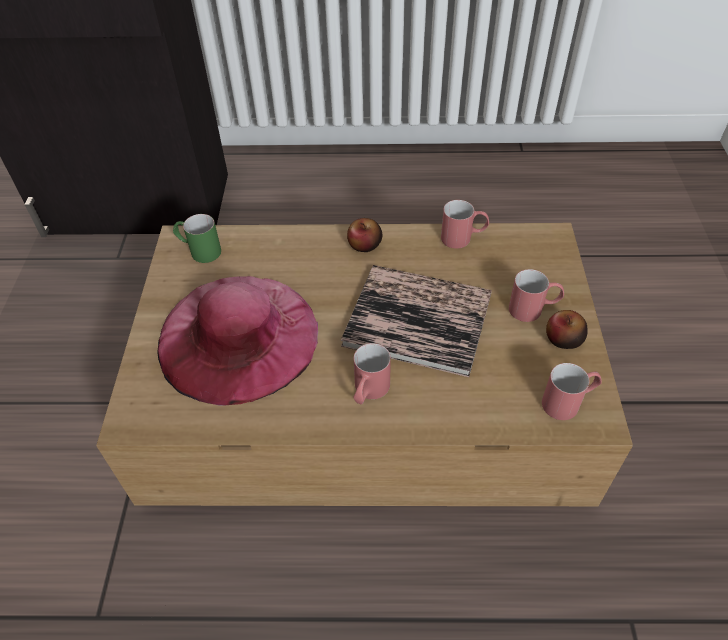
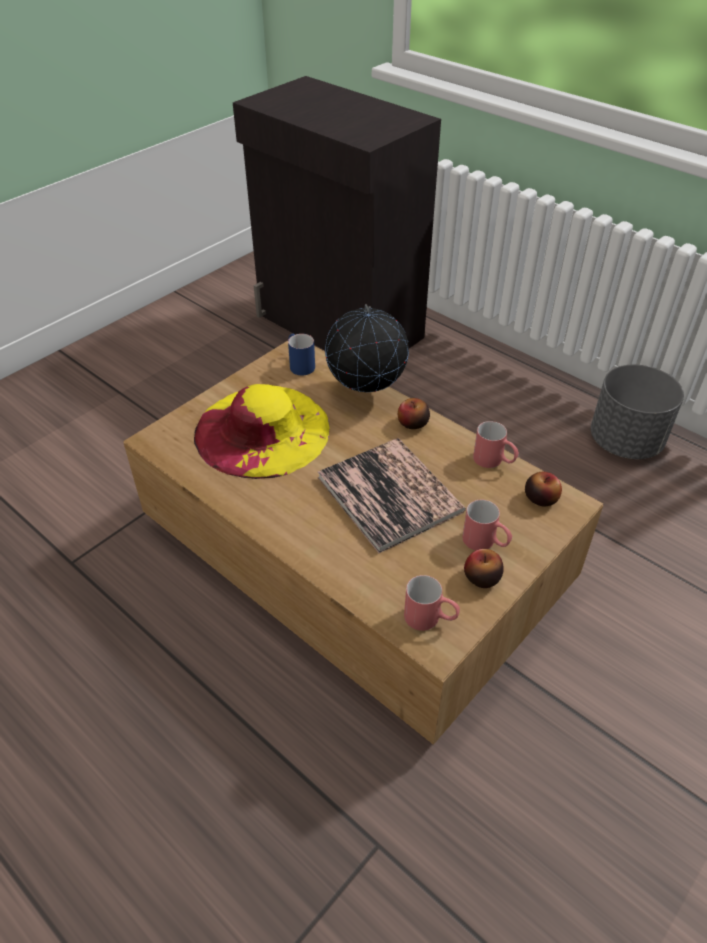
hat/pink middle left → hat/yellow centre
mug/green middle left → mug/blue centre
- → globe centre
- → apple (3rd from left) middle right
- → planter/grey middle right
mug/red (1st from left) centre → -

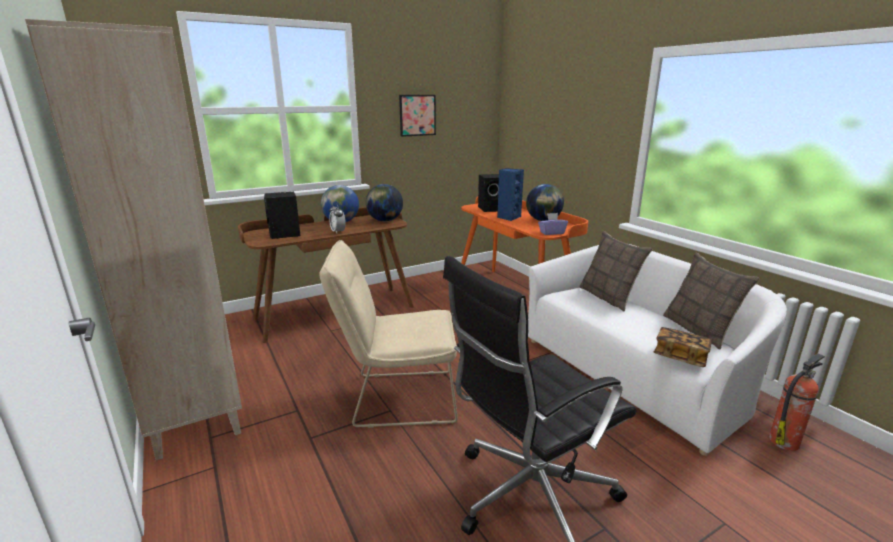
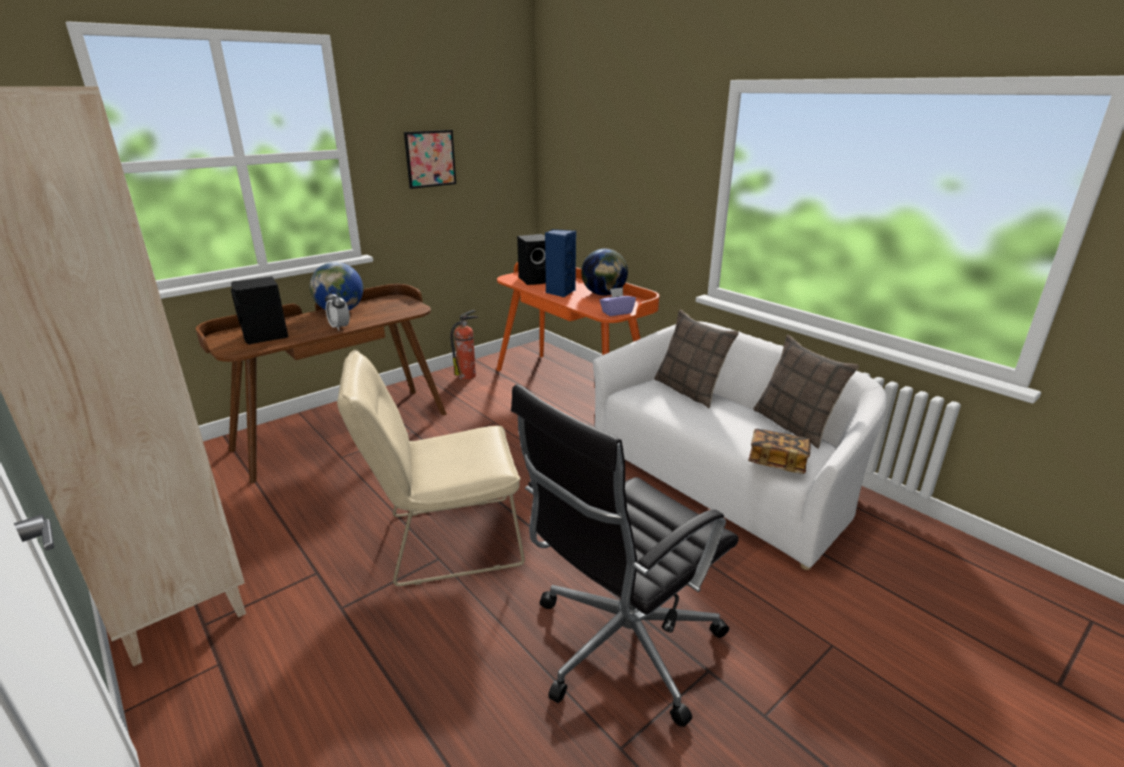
fire extinguisher bottom right → fire extinguisher centre, moved
globe (2nd from left) centre → -

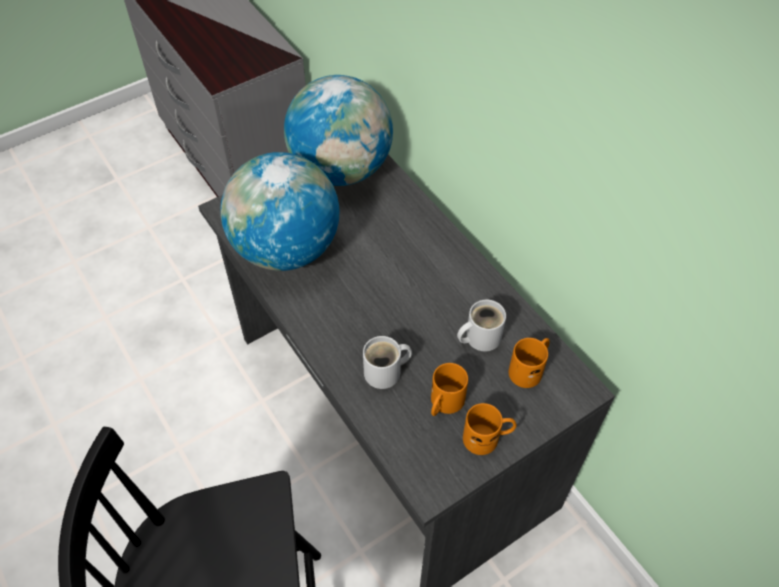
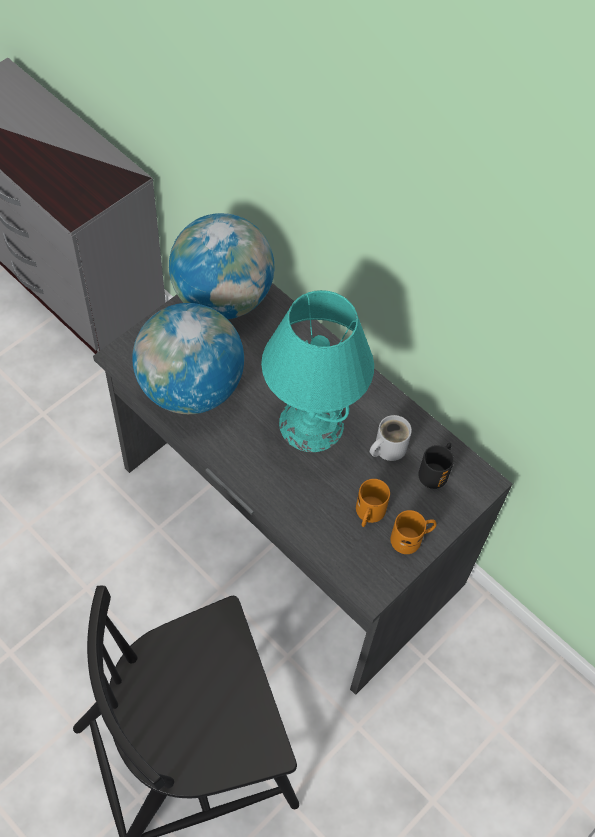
- → table lamp/turquoise centre
mug/orange (3rd from left) middle right → mug/black middle right
mug/white (1st from left) centre → -

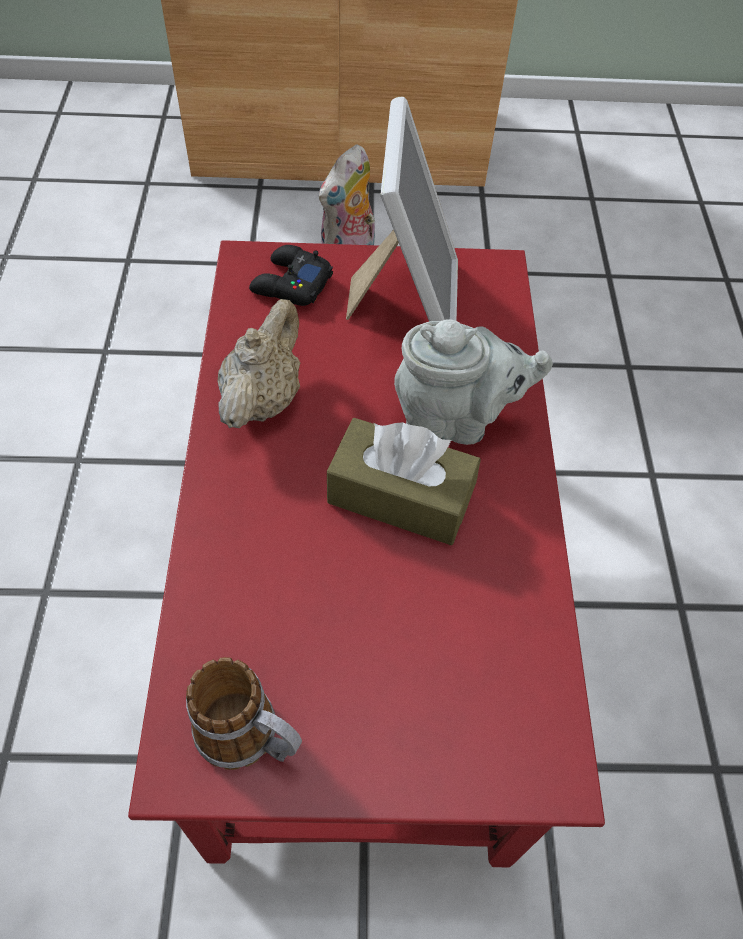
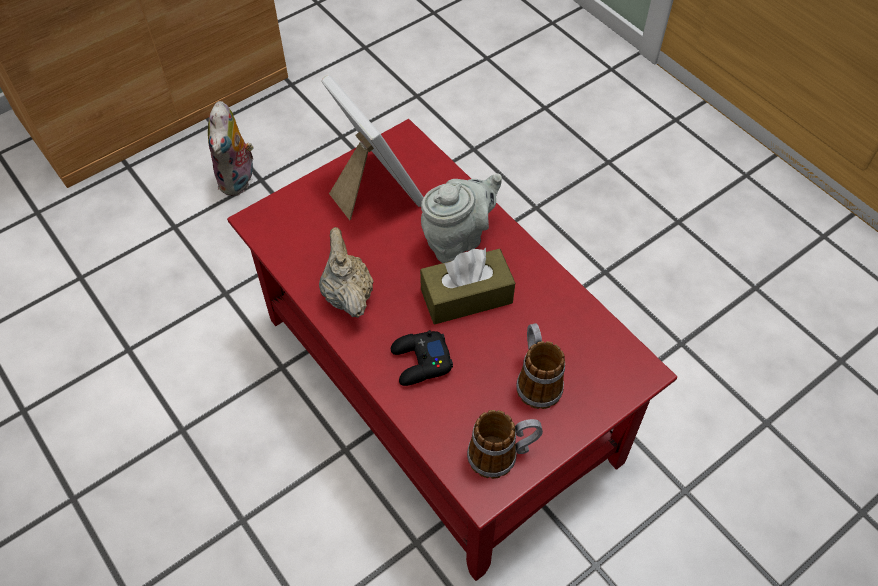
game controller/black top centre → game controller/black centre, moved
- → mug (2nd from left) centre

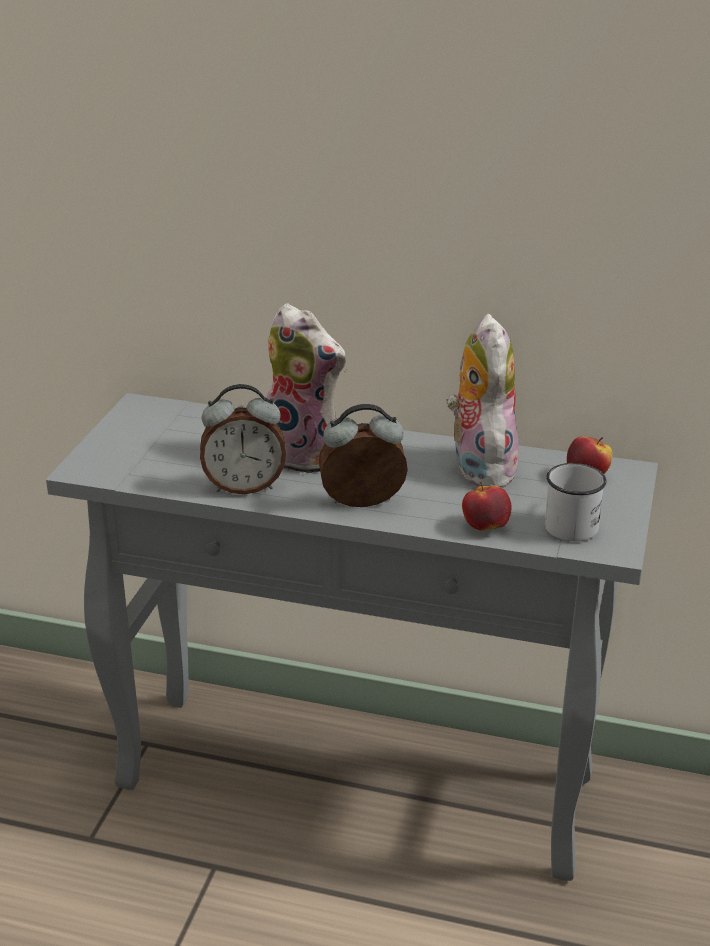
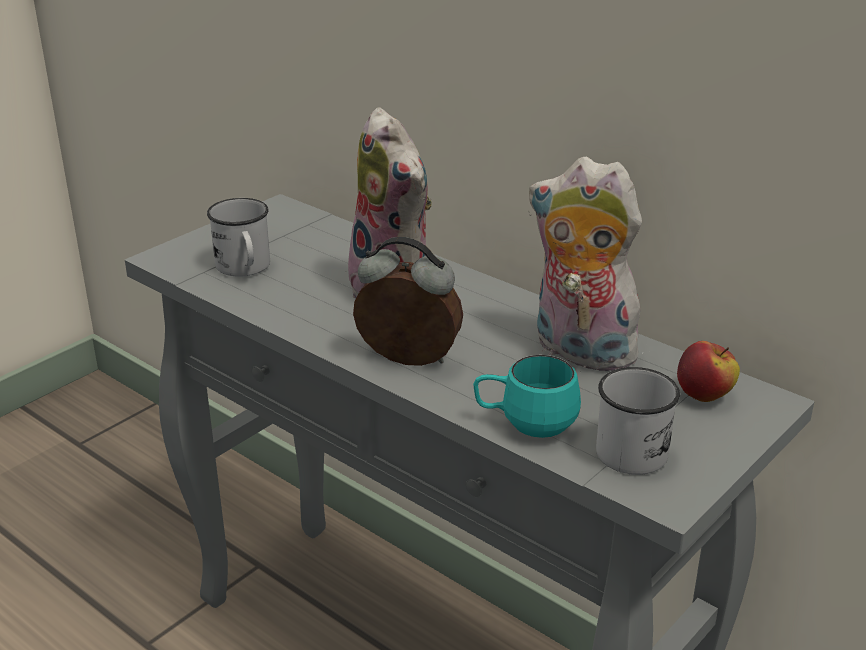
- → mug/white (1st from left) middle left
apple (1st from left) middle right → mug/turquoise centre
plush toy (2nd from left) middle right, 75 degrees counterclockwise
alarm clock (1st from left) centre → -

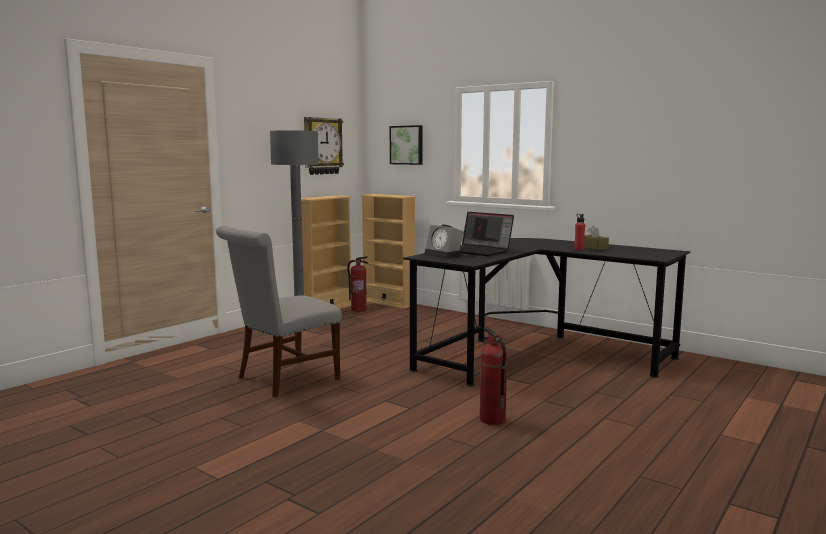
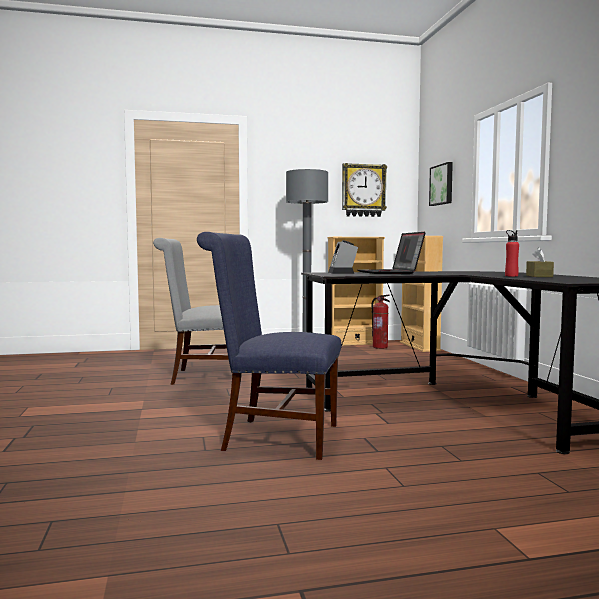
fire extinguisher (2nd from left) bottom centre → chair/blue centre

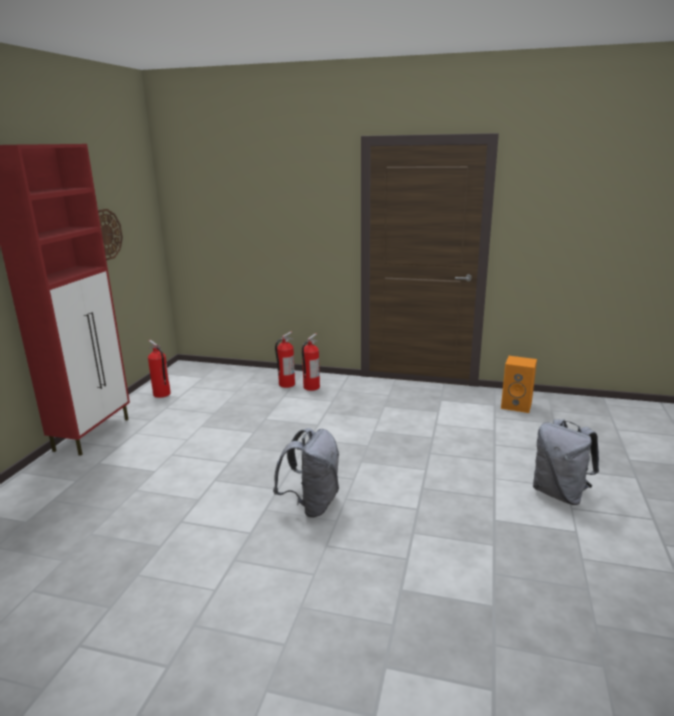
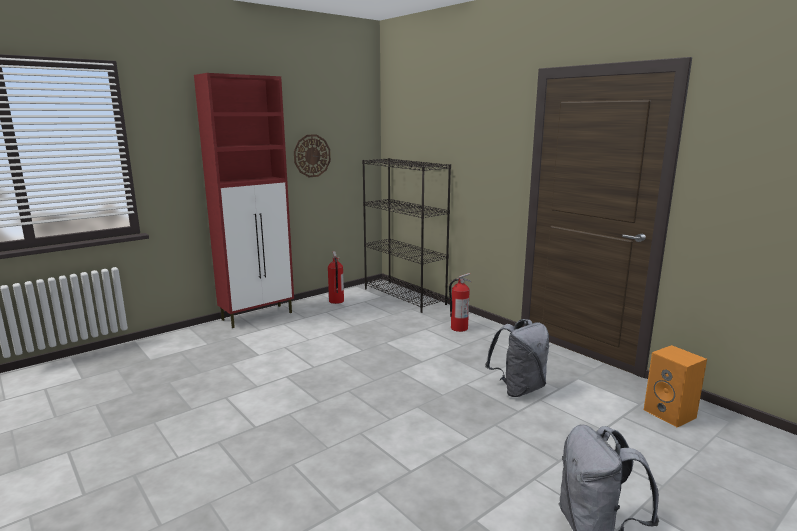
- → bookcase/black centre
backpack/grey (1st from left) centre → backpack/grey (1st from left) bottom centre, moved
fire extinguisher (2nd from left) centre → -

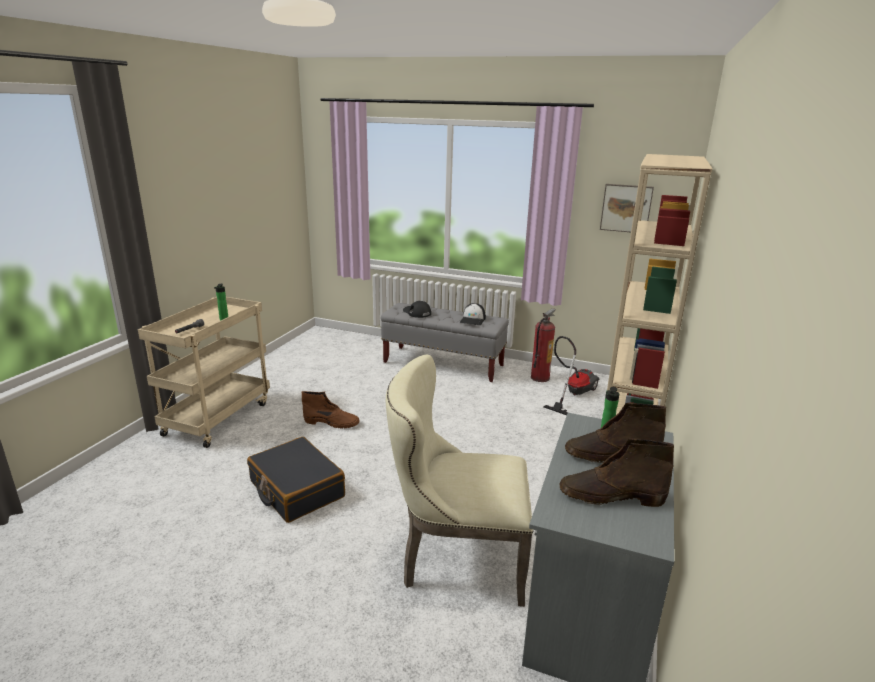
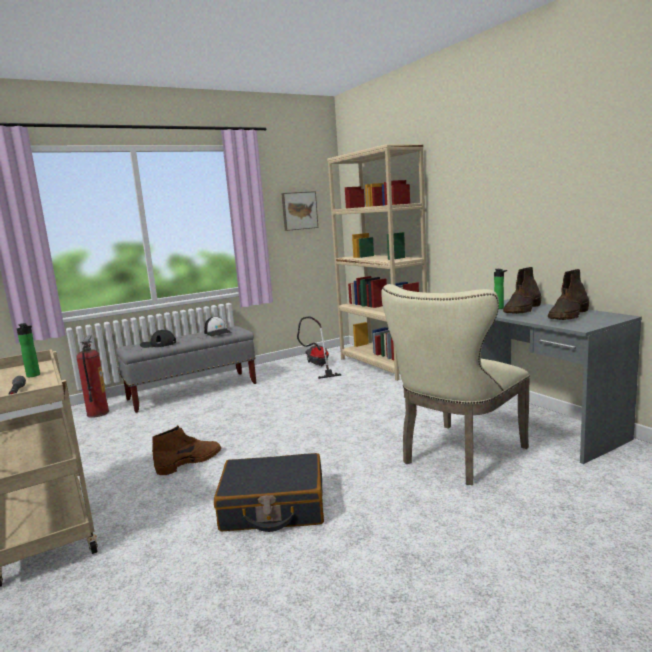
fire extinguisher centre → fire extinguisher middle left, moved

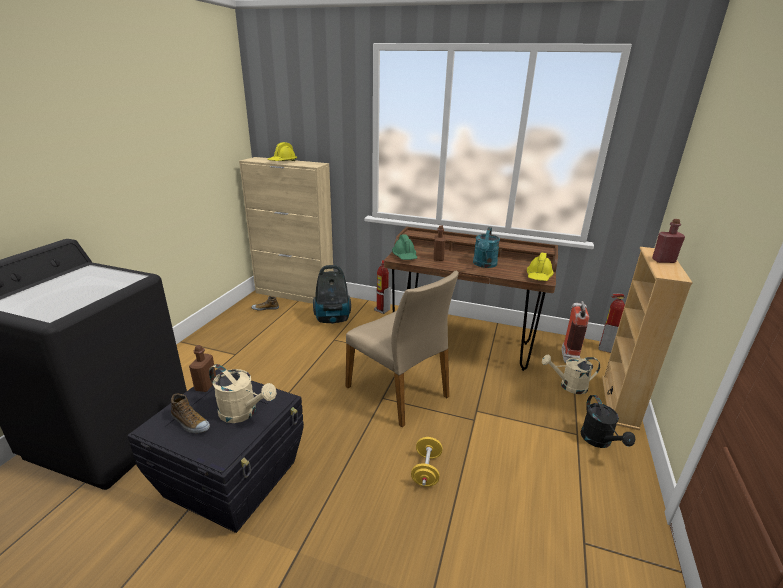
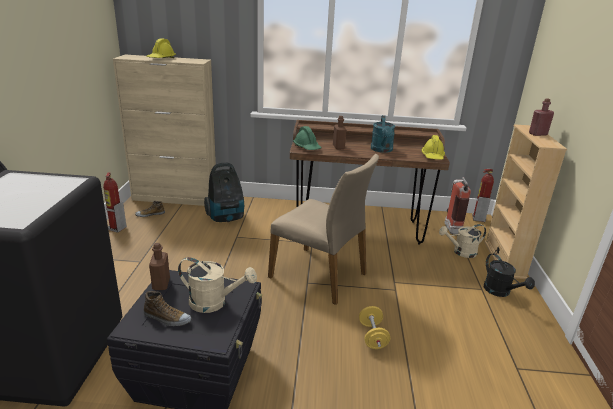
fire extinguisher (1st from left) centre → fire extinguisher (1st from left) middle left, moved

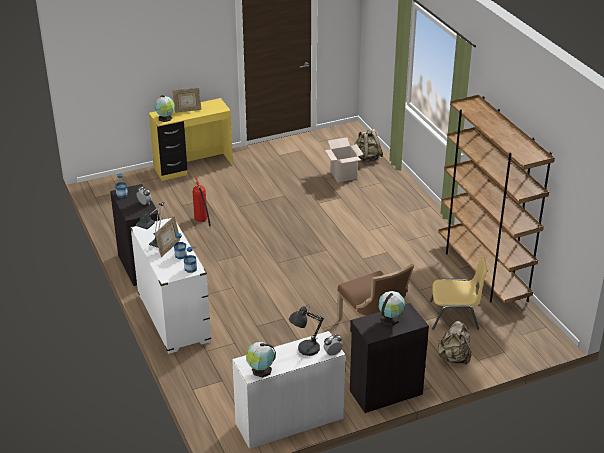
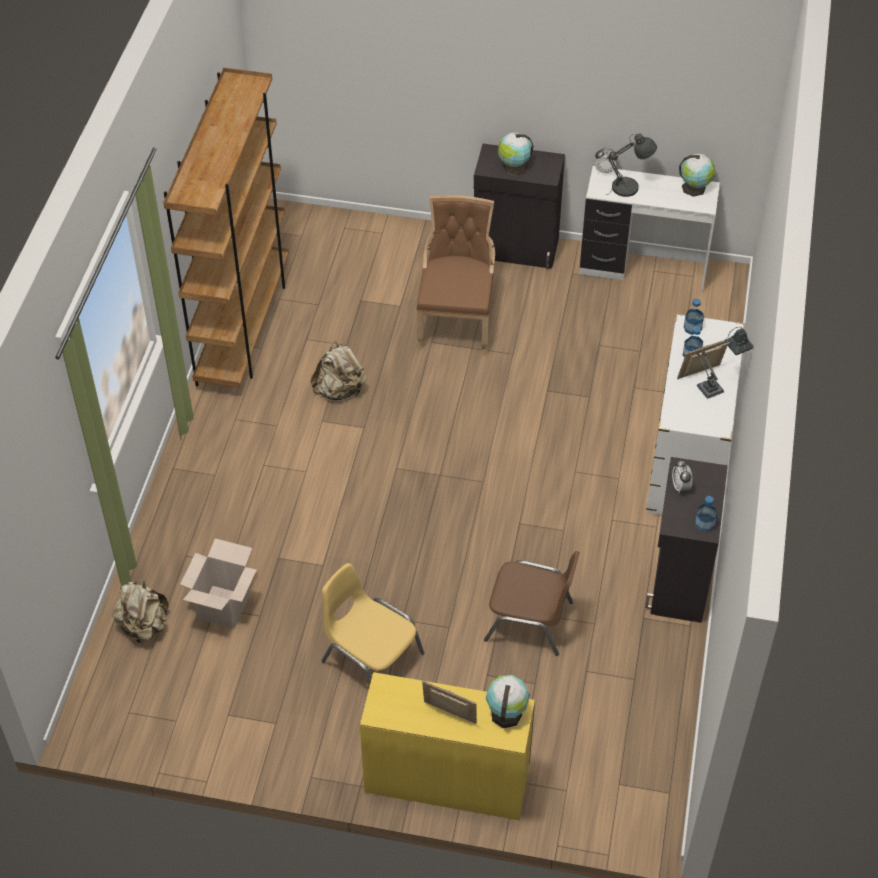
backpack/beige (2nd from left) bottom right → backpack/beige (2nd from left) centre, moved
chair/yellow middle right → chair/yellow bottom centre, moved
fire extinguisher centre → chair/brown (2nd from left) bottom centre

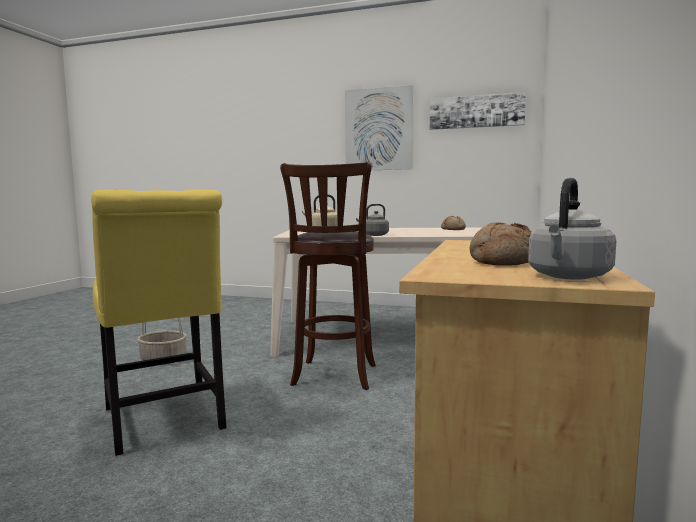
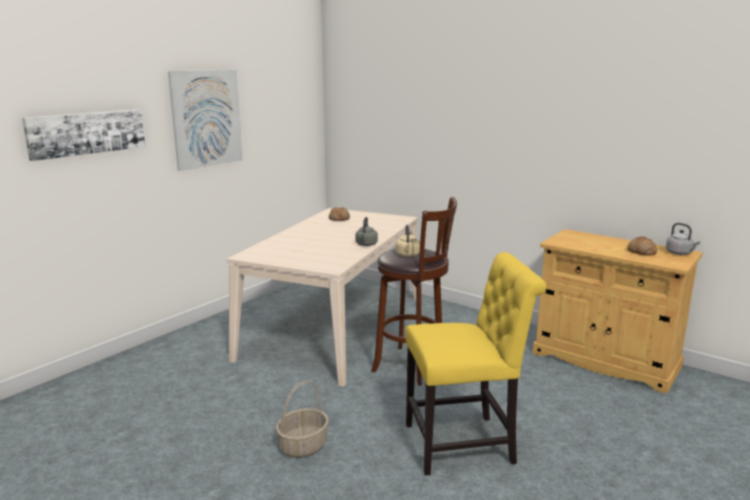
picture (2nd from left in the first image) top right → picture (1st from left) top left, moved

